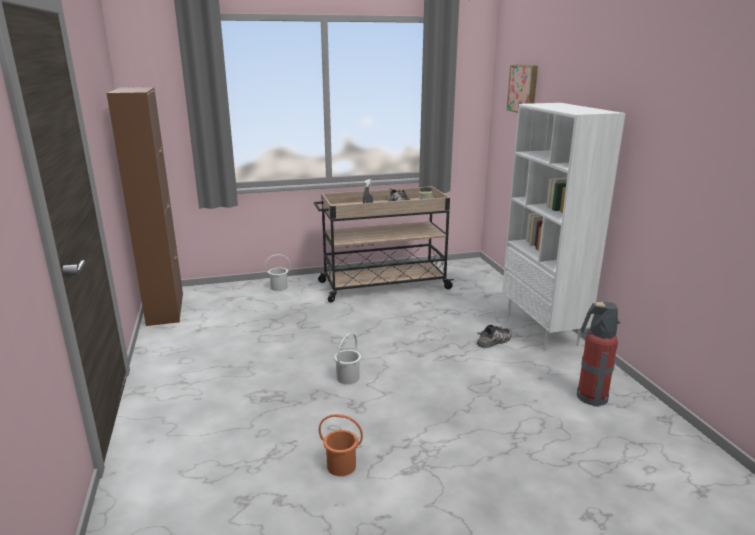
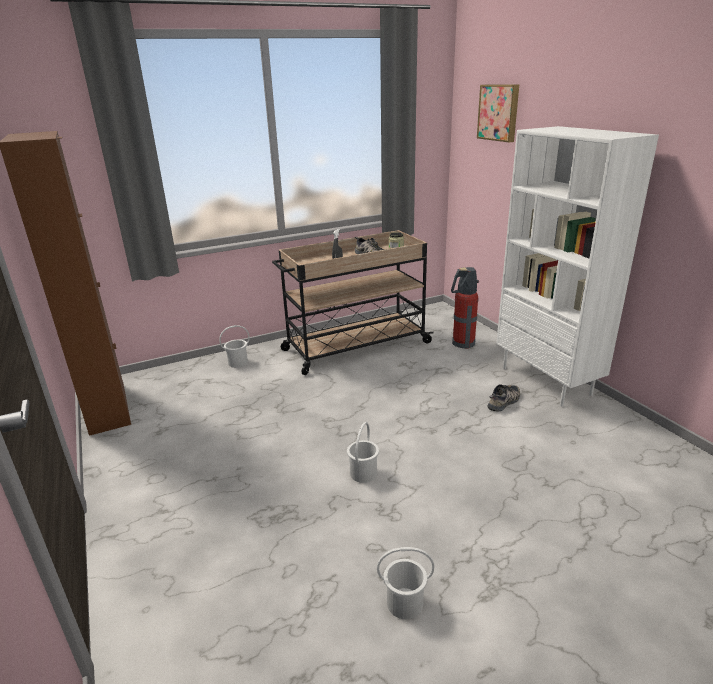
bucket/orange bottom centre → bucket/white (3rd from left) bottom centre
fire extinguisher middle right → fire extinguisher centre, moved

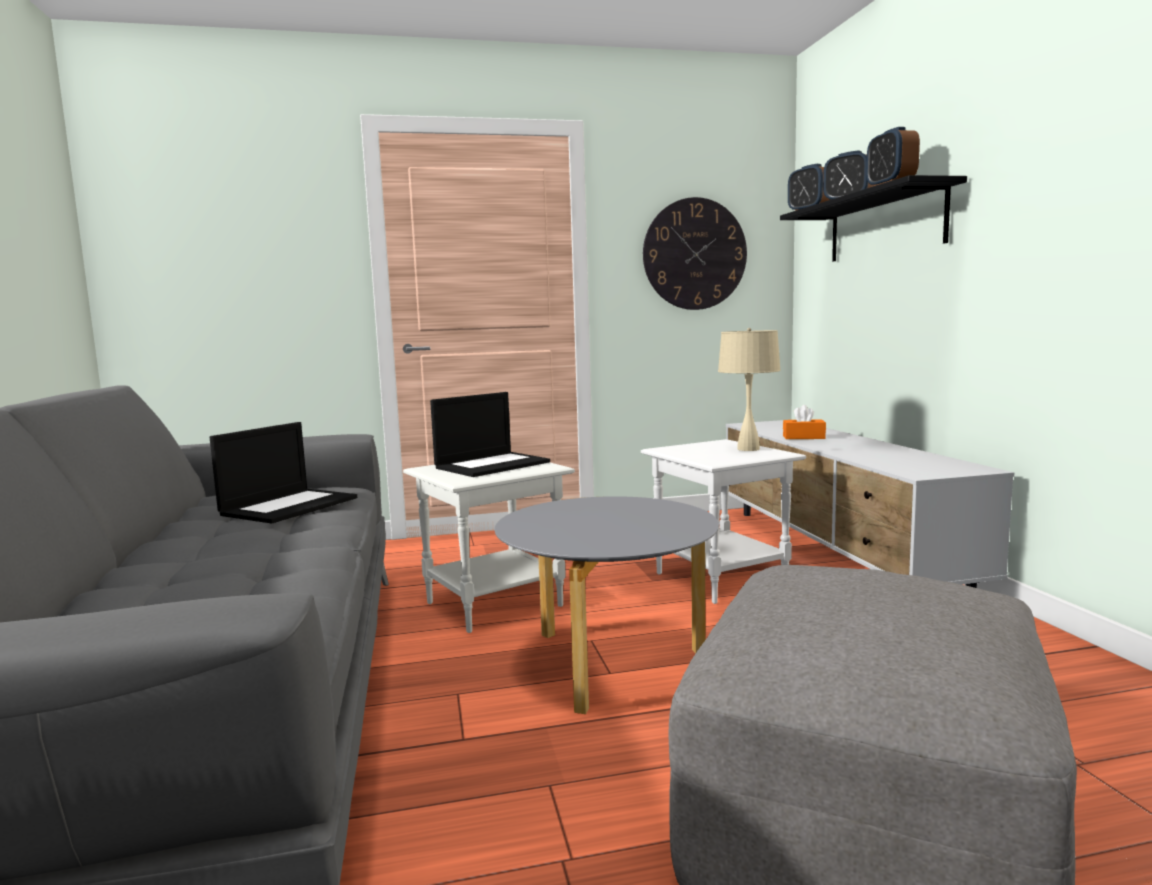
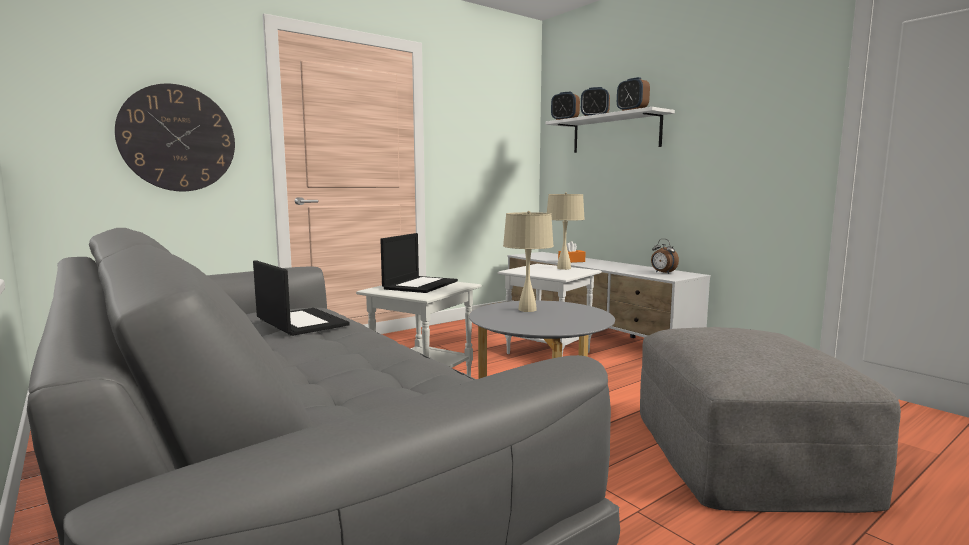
wall clock top centre → wall clock top left, moved
laptop (1st from left) middle left, 45 degrees counterclockwise
- → table lamp/beige (1st from left) centre
shelf/black top right → shelf/white top centre
- → alarm clock (4th from left) middle right

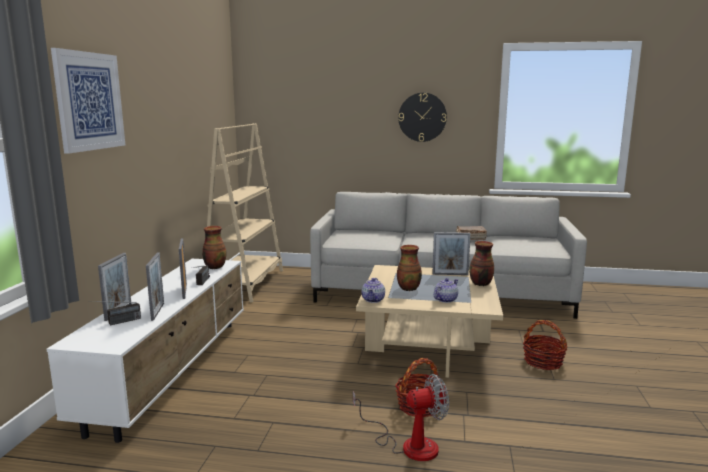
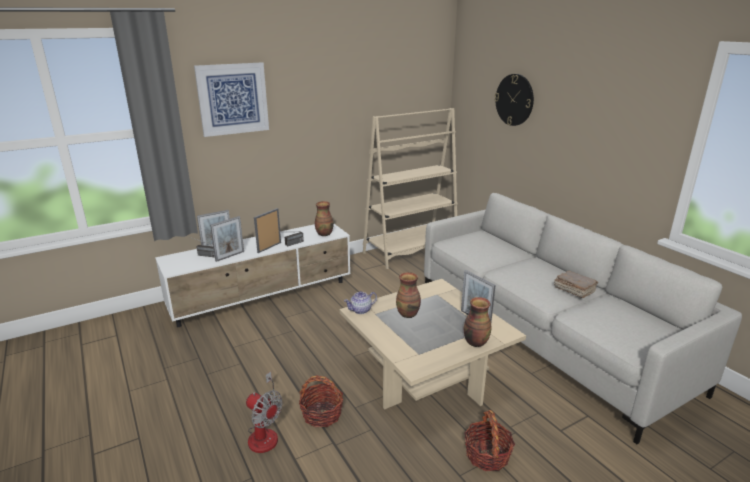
wall clock top centre → wall clock top right, moved
teapot (2nd from left) centre → -

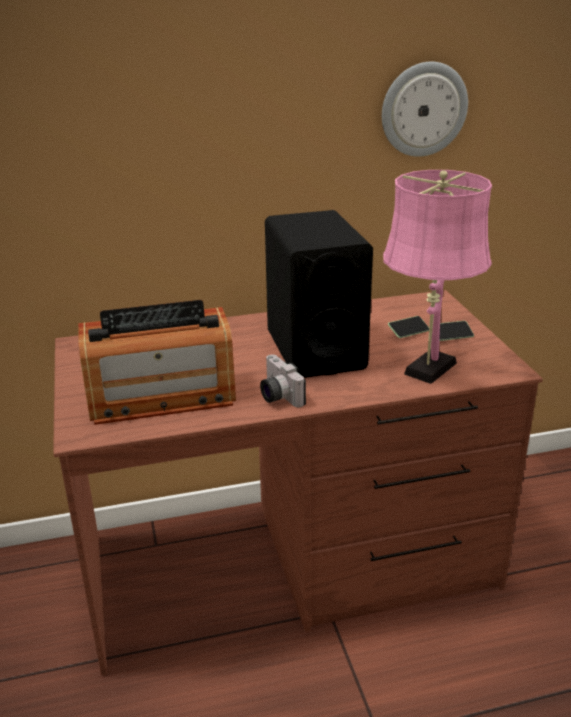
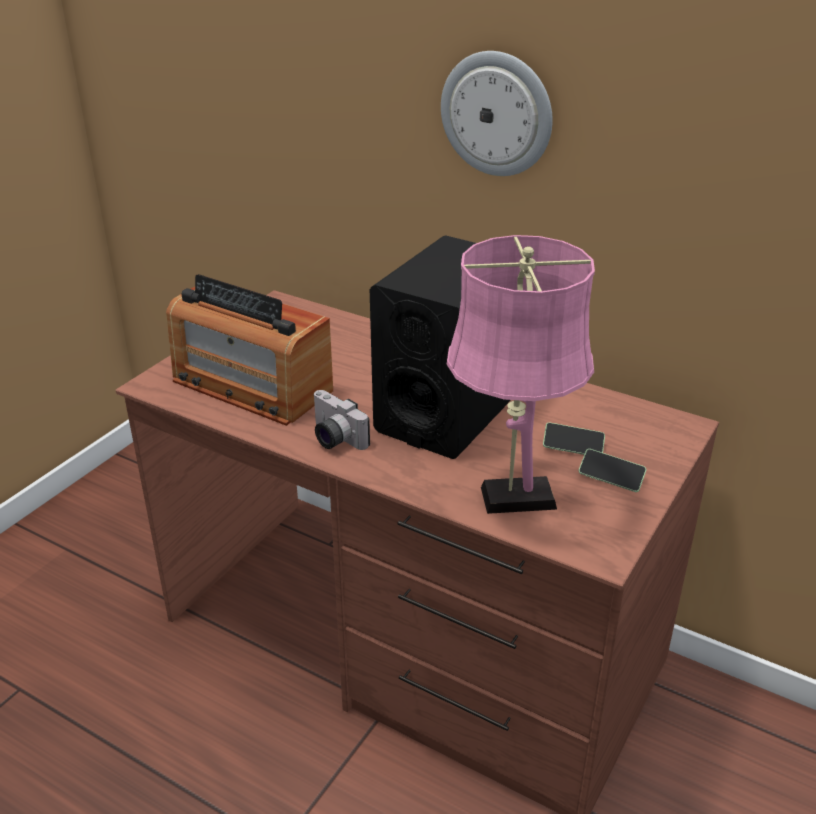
photo camera centre, 60 degrees counterclockwise
wall clock top right → wall clock top centre, moved

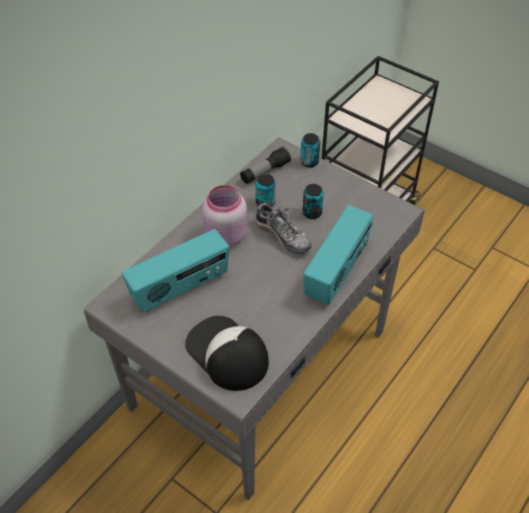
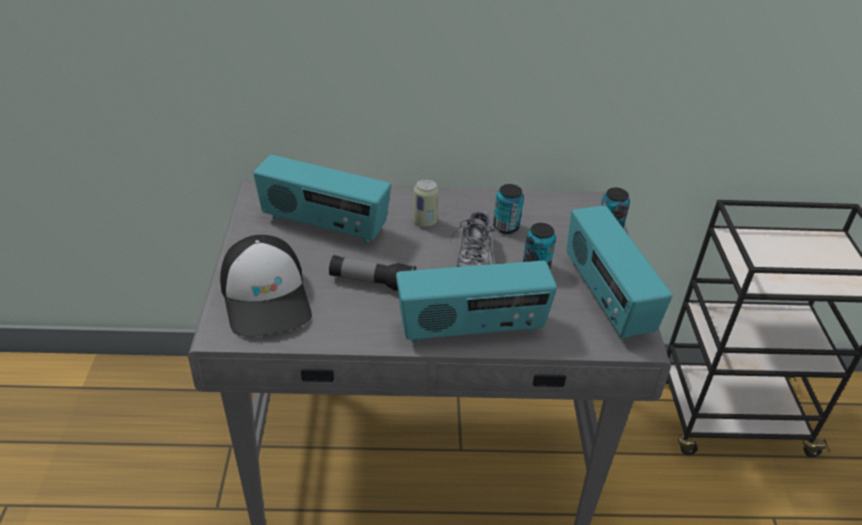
cap bottom centre → cap middle left, 150 degrees clockwise
flashlight top centre → flashlight centre, moved
jar/pink centre → can (1st from left) centre
- → radio (3rd from left) middle right

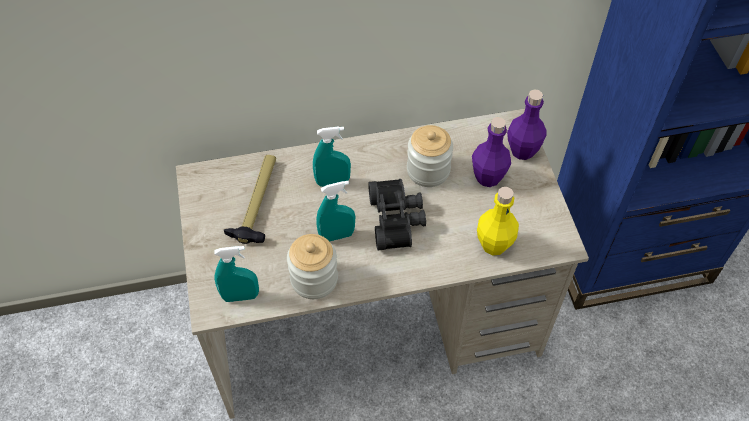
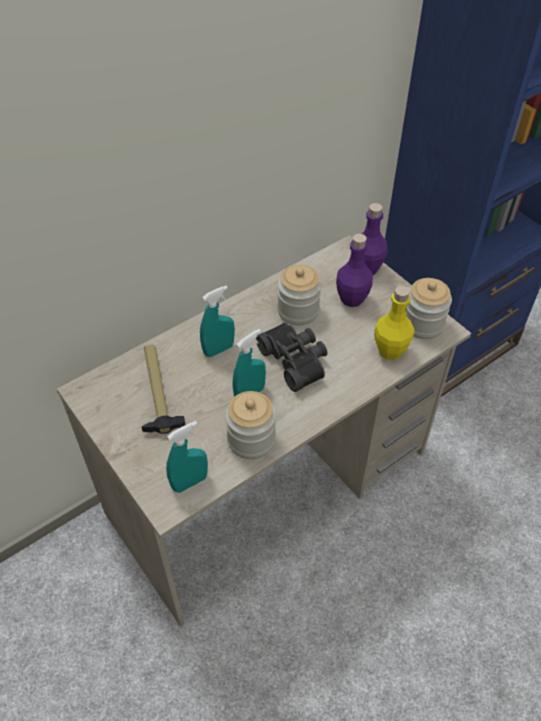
- → jar (3rd from left) middle right

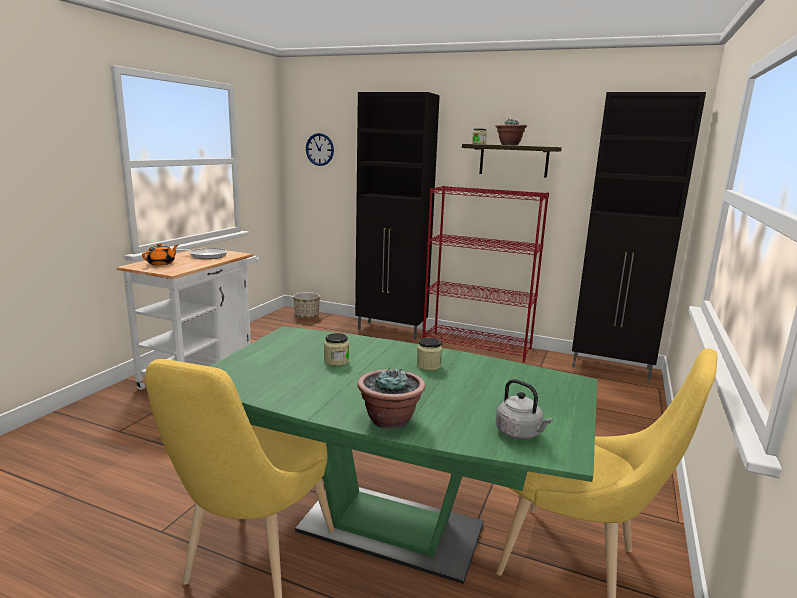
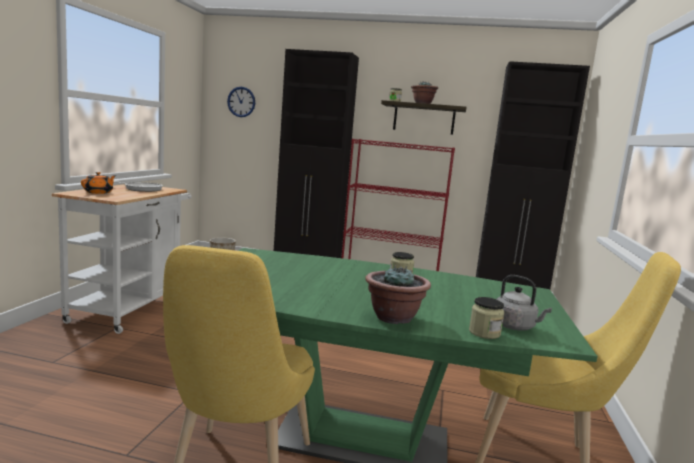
jar (1st from left in the first image) centre → jar (3rd from left) bottom right, moved

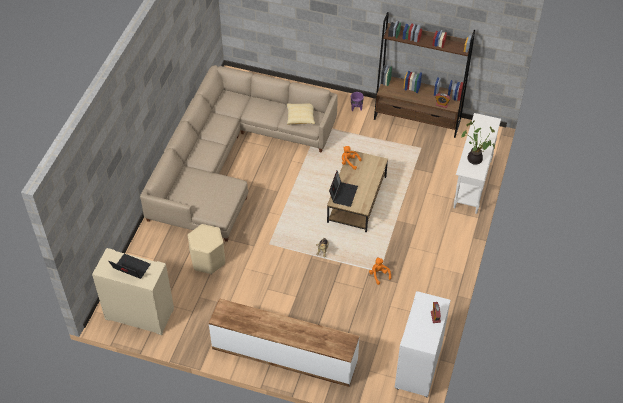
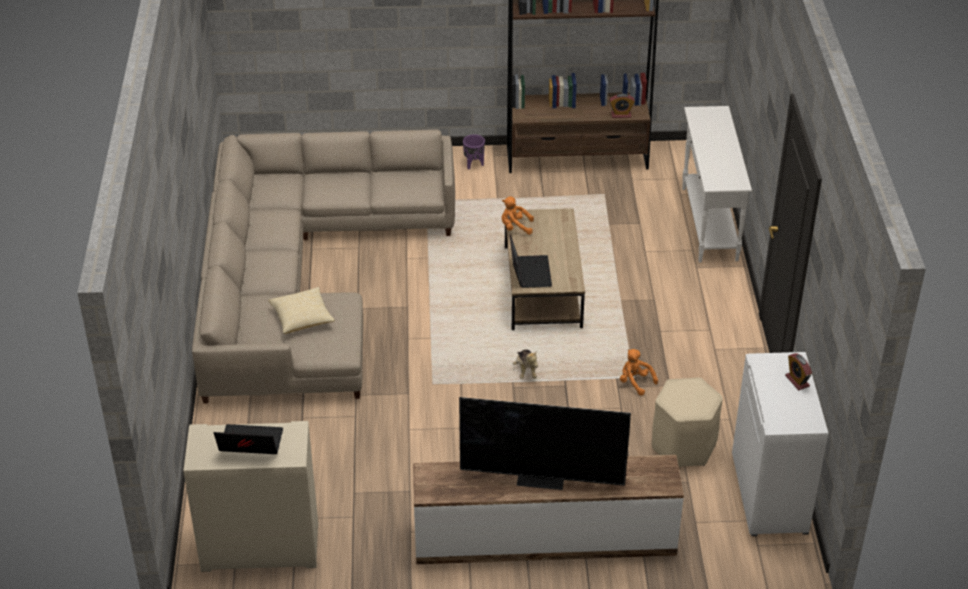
pillow top centre → pillow middle left, moved
- → television bottom centre
stool/beige middle left → stool/beige bottom right, moved
potted plant middle right → -

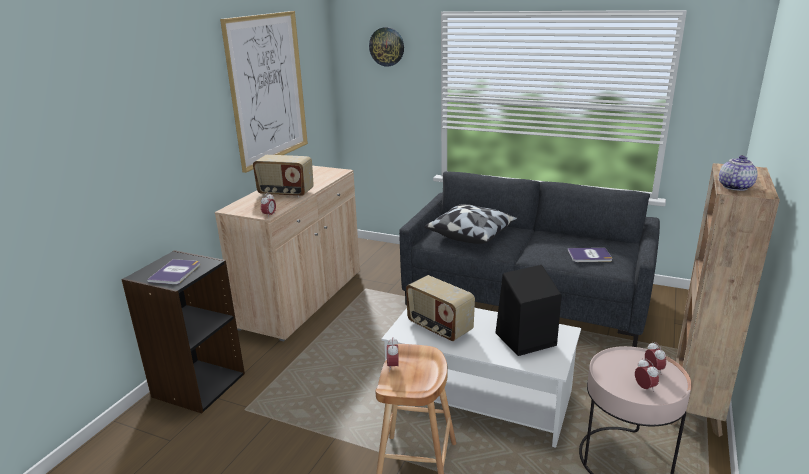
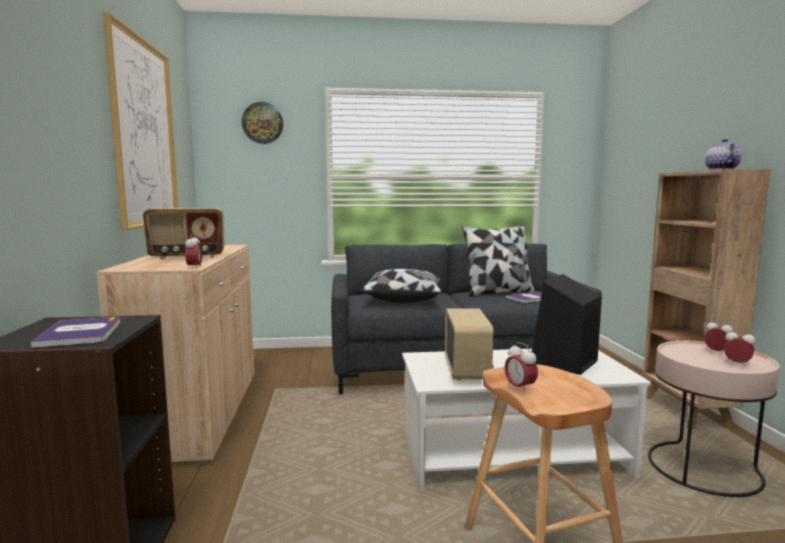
radio (2nd from left) centre, 105 degrees counterclockwise
- → pillow (2nd from left) centre

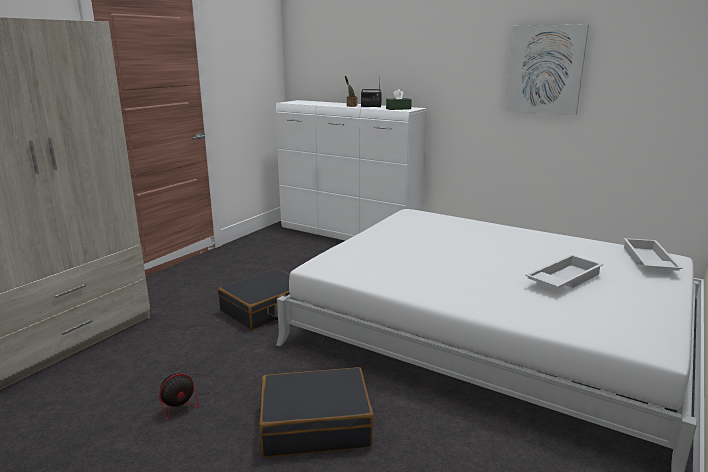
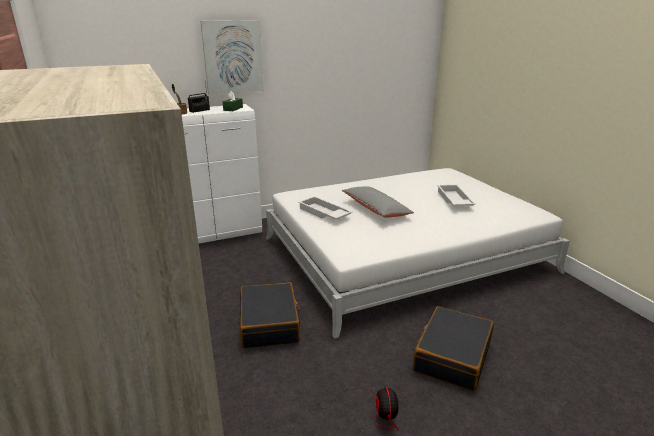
picture top right → picture top centre, moved
tray/white (2nd from left in the first image) middle right → tray/white (1st from left) centre, moved
- → pillow/grey centre

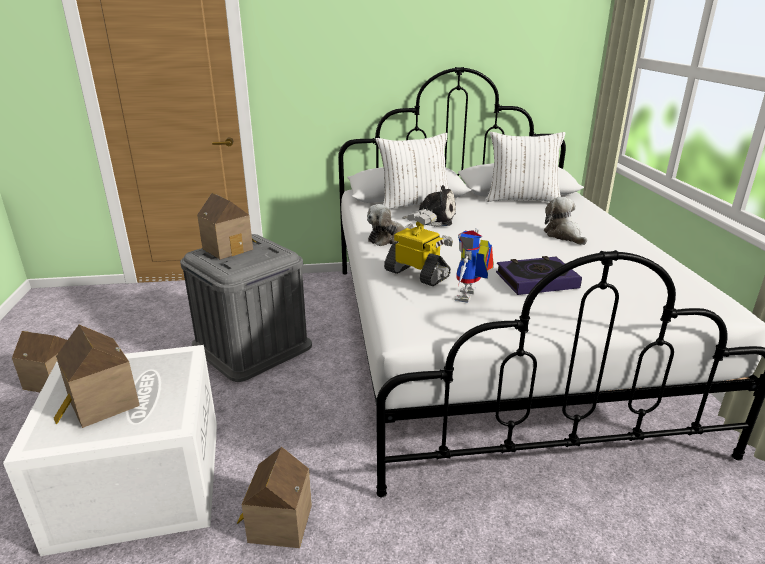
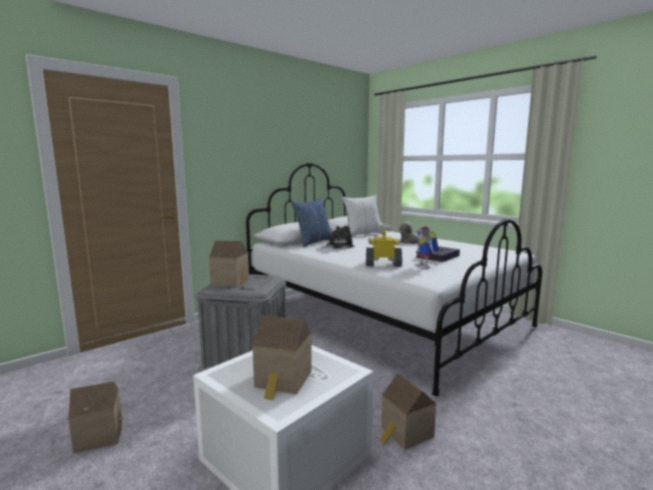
pillow/white (1st from left) top centre → pillow/blue centre
plush toy (1st from left) centre → -

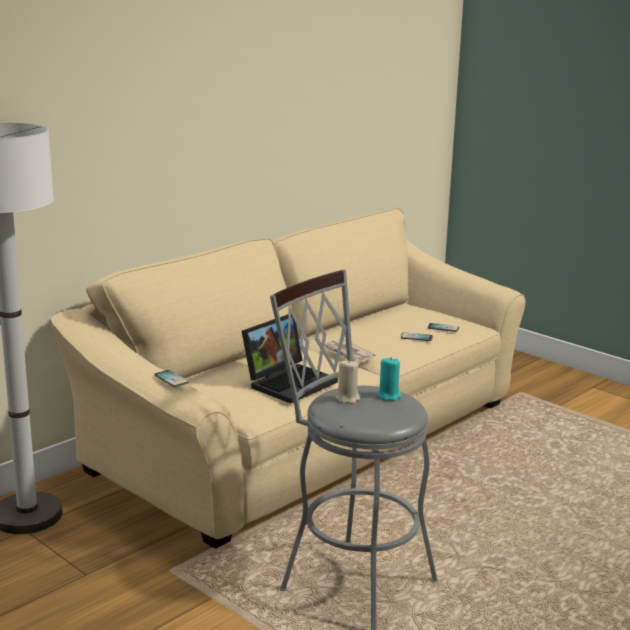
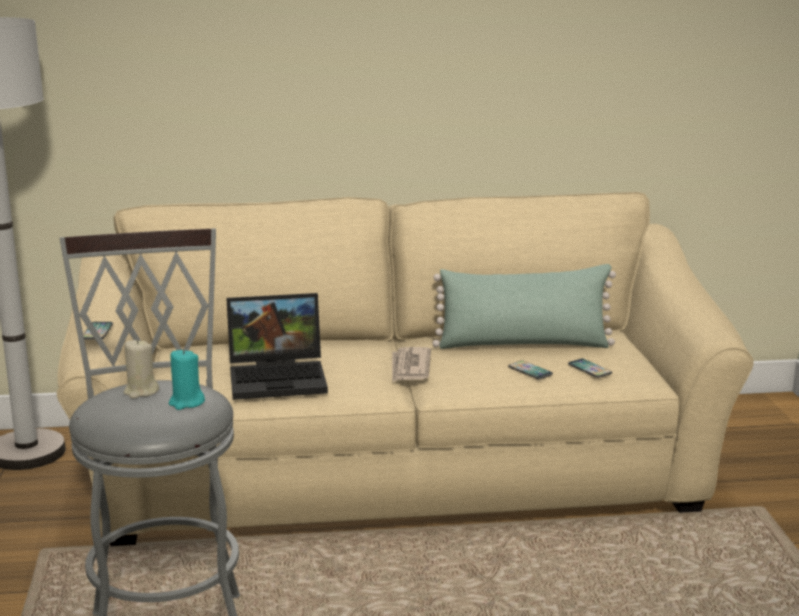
- → pillow/green centre

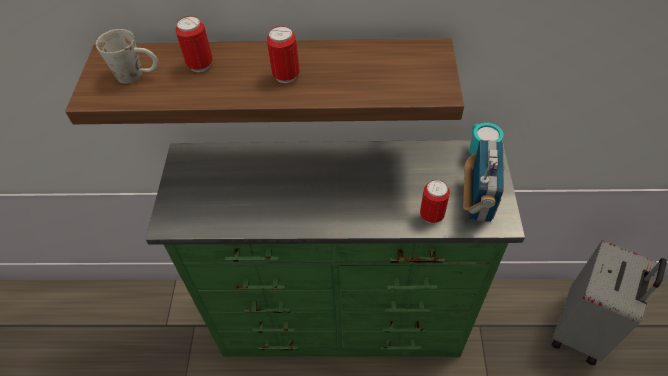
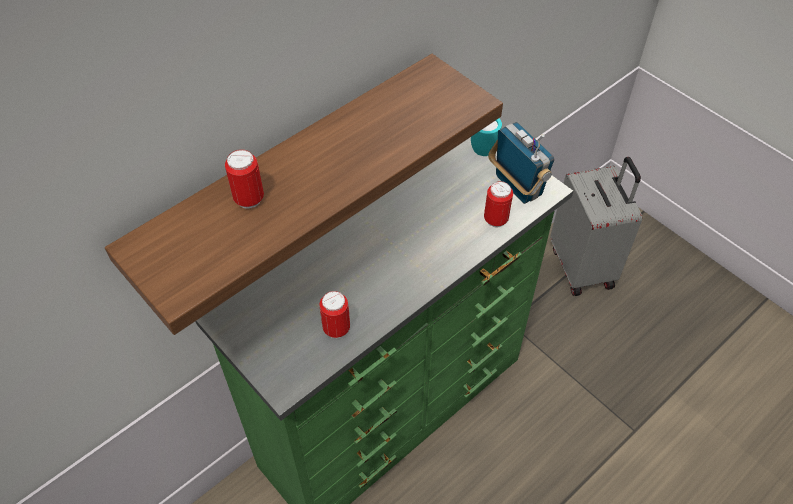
can (2nd from left) top centre → can (2nd from left) centre, moved
mug/white top left → -

